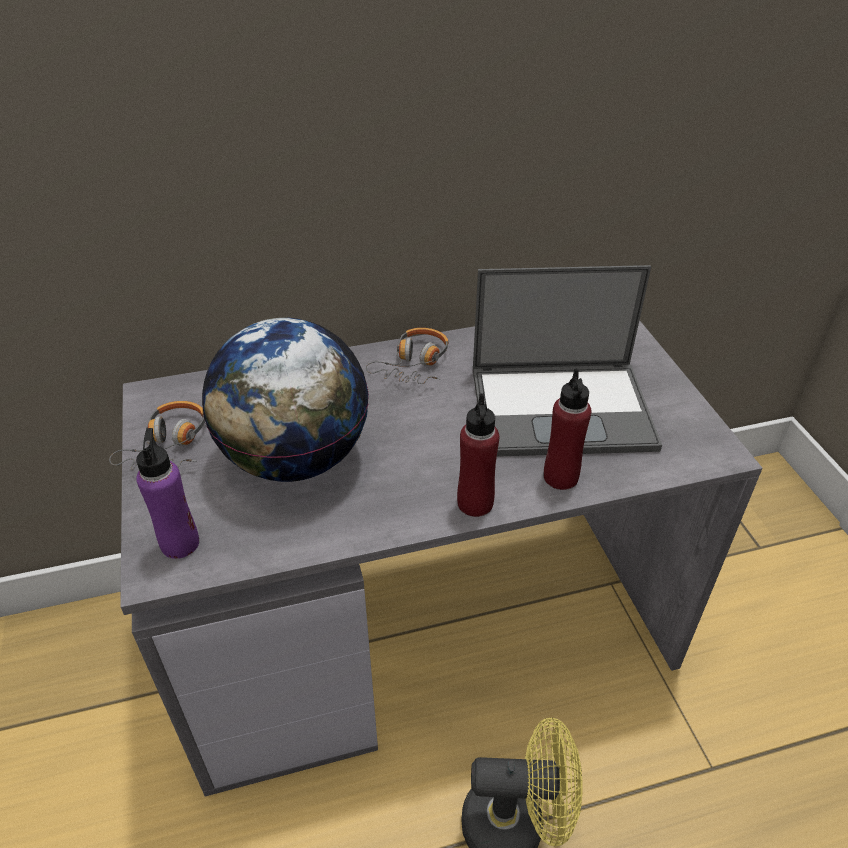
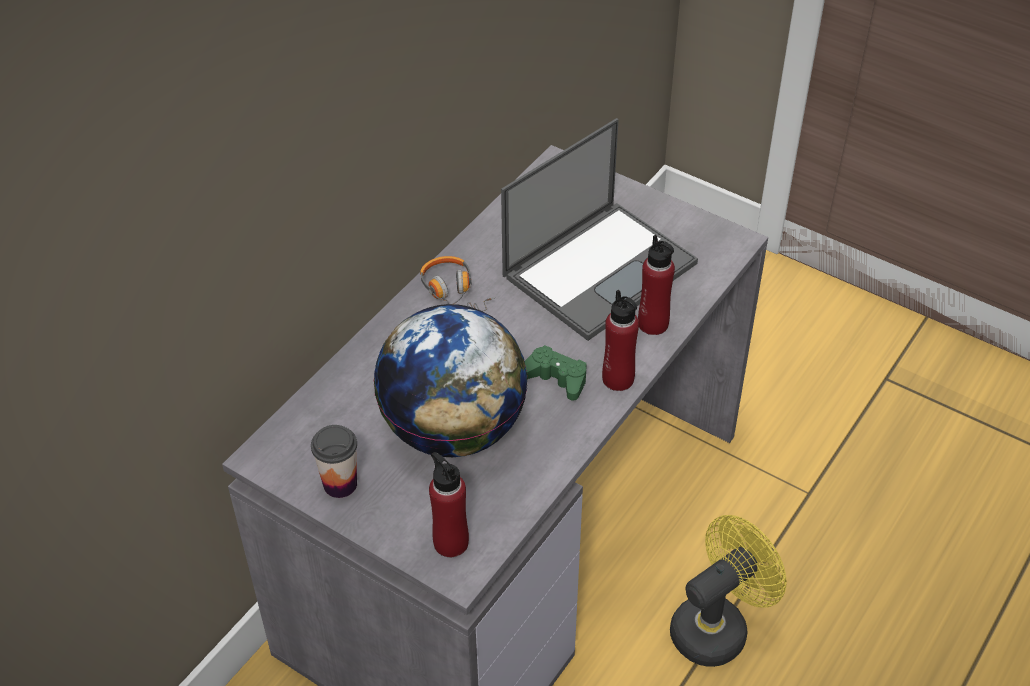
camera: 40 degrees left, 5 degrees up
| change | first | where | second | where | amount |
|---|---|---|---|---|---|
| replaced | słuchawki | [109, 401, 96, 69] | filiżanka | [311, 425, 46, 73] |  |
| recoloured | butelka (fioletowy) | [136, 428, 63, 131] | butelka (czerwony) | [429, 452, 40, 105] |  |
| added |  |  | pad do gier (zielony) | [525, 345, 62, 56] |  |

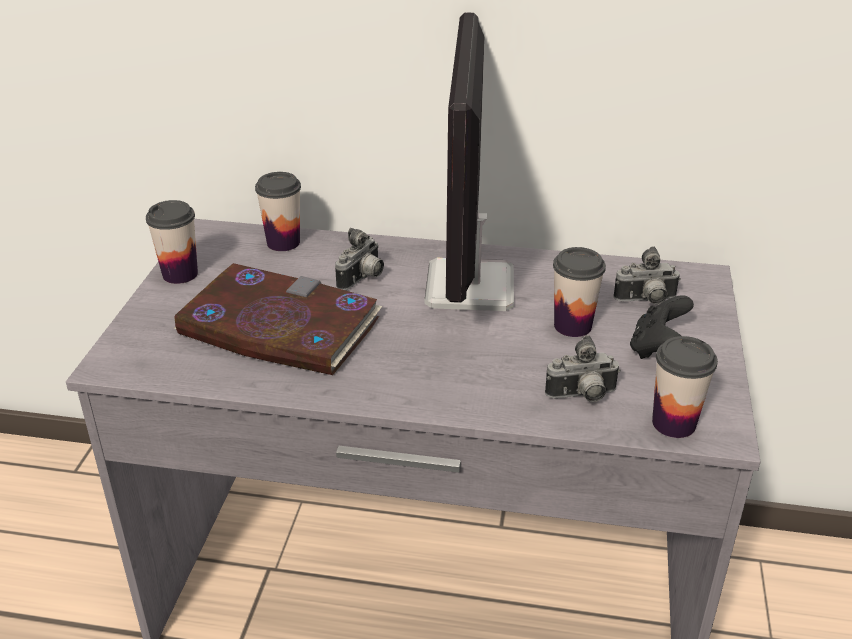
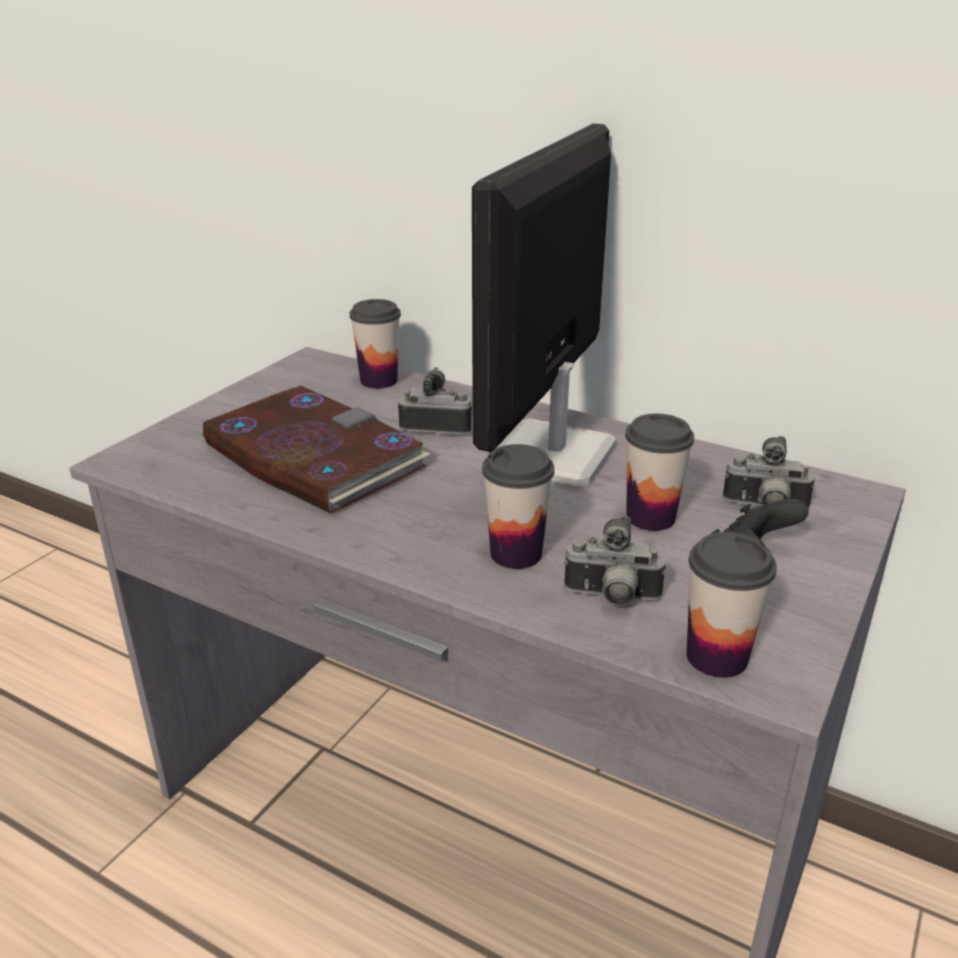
camera: 20 degrees right, 5 degrees down
| change | first | where | second | where | amount |
|---|---|---|---|---|---|
| turned | aparat fotograficzny | [335, 228, 49, 62] |  | [398, 367, 75, 68] | 135 degrees counterclockwise |
| moved | filiżanka | [146, 200, 52, 84] |  | [482, 444, 72, 125] |  |

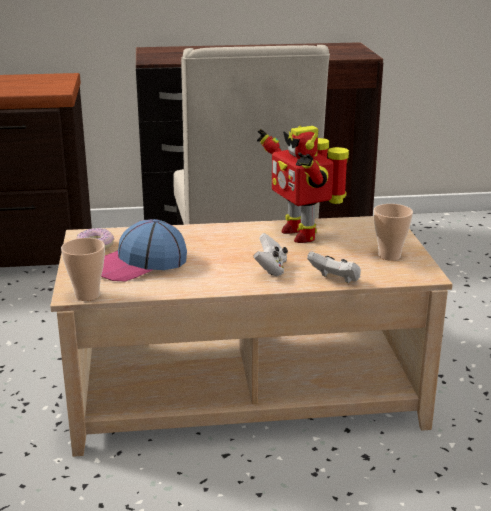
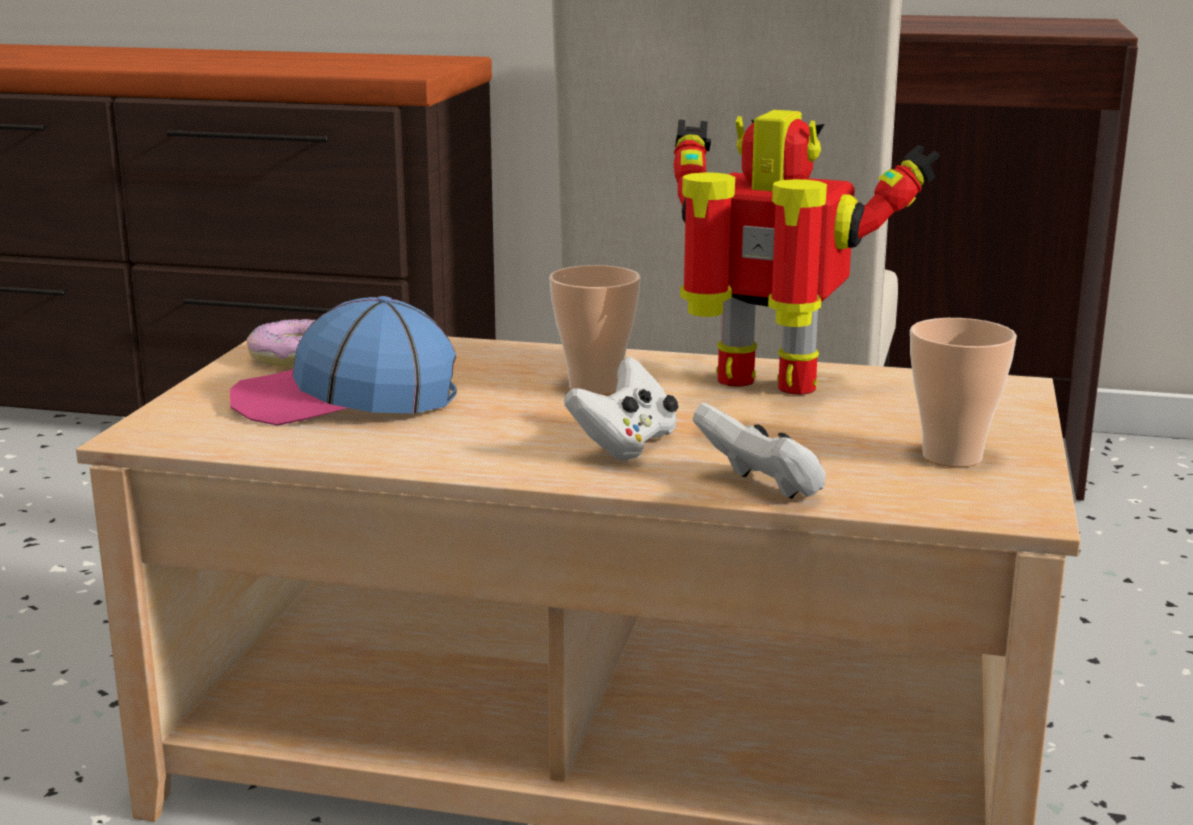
camera: 20 degrees right, 5 degrees down
| change | first | where | second | where | amount |
|---|---|---|---|---|---|
| moved | filiżanka | [61, 238, 44, 63] |  | [549, 265, 92, 130] |  |
| turned | robot zabawkowy | [257, 125, 92, 118] |  | [673, 110, 267, 285] | 120 degrees clockwise |

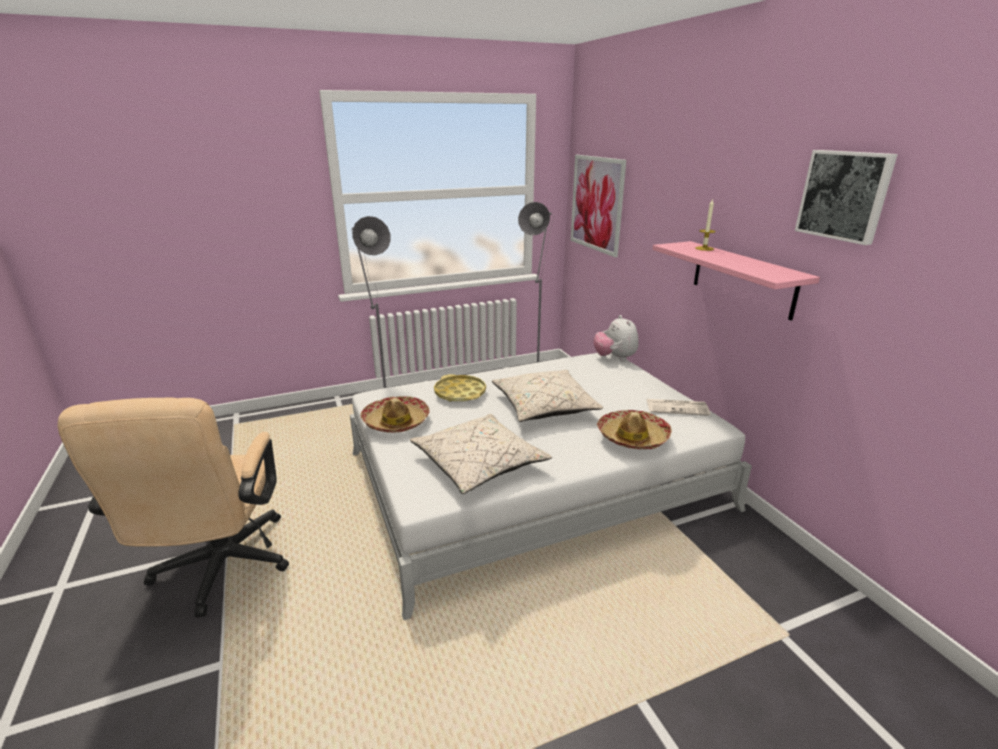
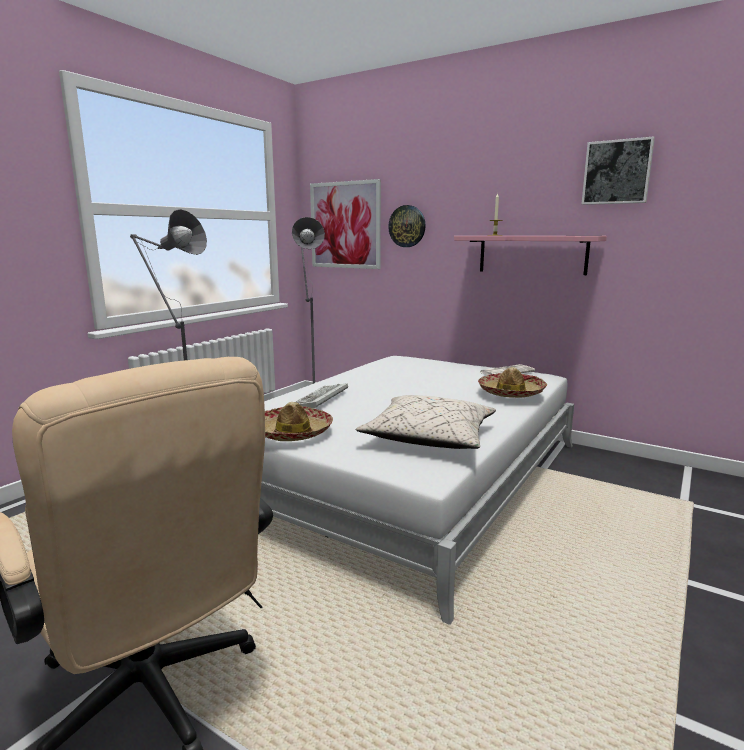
camera: 35 degrees left, 10 degrees down
| change | first | where | second | where | amount |
|---|---|---|---|---|---|
| replaced | taca (żółty) | [434, 374, 52, 28] | klawiatura | [296, 383, 52, 25] |  |
| added |  |  | zegar ścienny | [388, 205, 38, 42] |  |
| removed | poduszka (beżowy) | [492, 370, 111, 52] |  |  |  |
| removed | pluszak | [593, 315, 46, 46] |  |  |  |

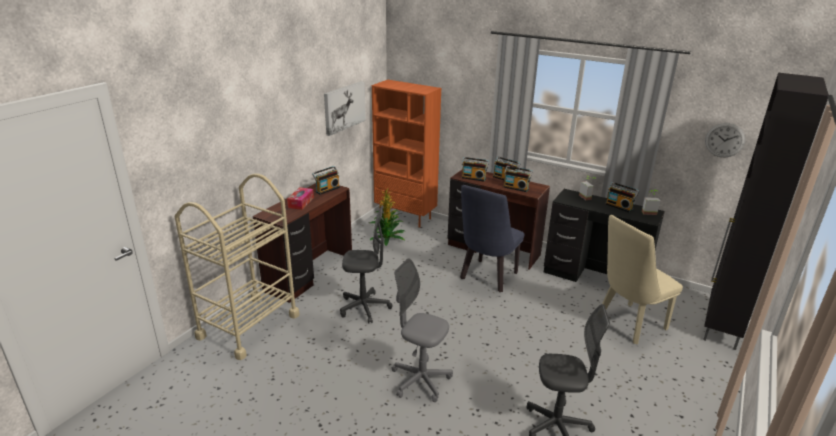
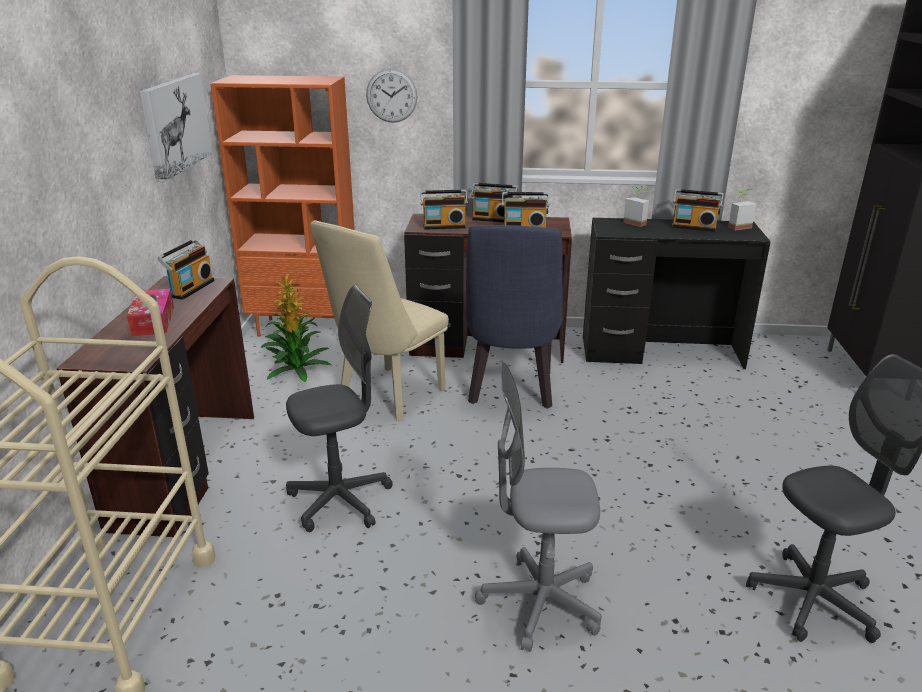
camera: 25 degrees left, 0 degrees up
| change | first | where | second | where | amount |
|---|---|---|---|---|---|
| moved | krzesło (beżowy) | [602, 215, 81, 129] |  | [311, 221, 138, 199] |  |
| moved | zegar ścienny | [705, 123, 40, 34] |  | [366, 69, 52, 54] |  |

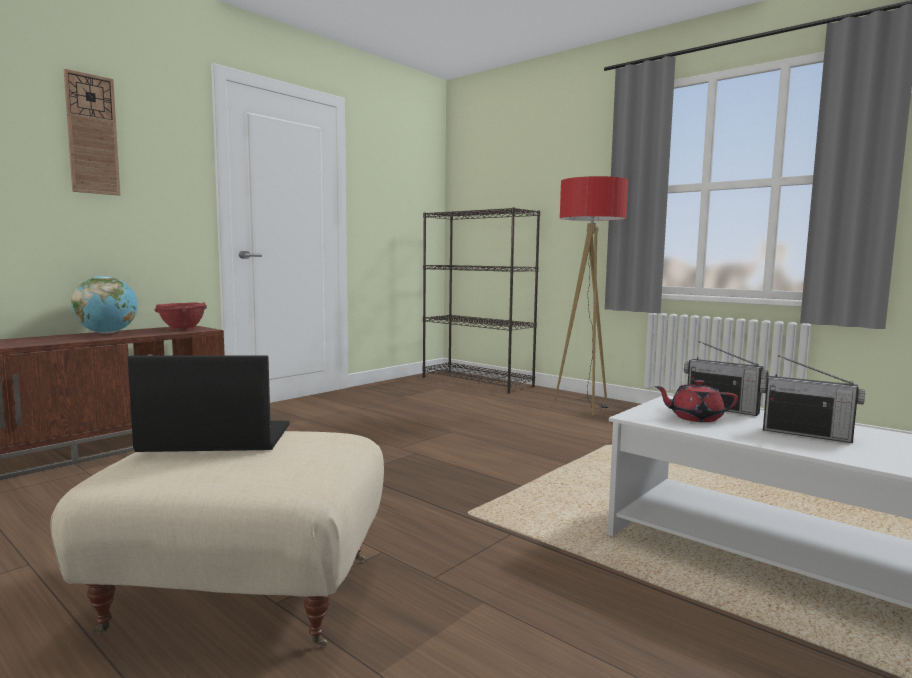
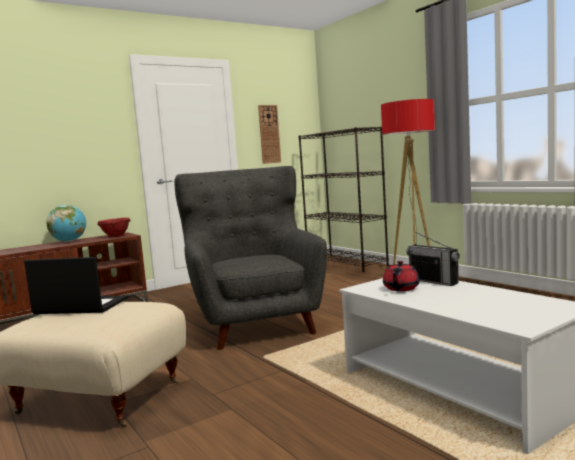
camera: 15 degrees right, 0 degrees up
| change | first | where | second | where | amount |
|---|---|---|---|---|---|
| added |  |  | fotel (szary) | [174, 166, 153, 184] |  |
| moved | zegar ścienny | [64, 69, 56, 126] |  | [258, 105, 23, 59] |  |
| turned | imbryk (czerwony) | [654, 380, 84, 42] |  | [383, 261, 37, 30] | 90 degrees counterclockwise |
| removed | radio | [760, 355, 105, 88] |  |  |  |

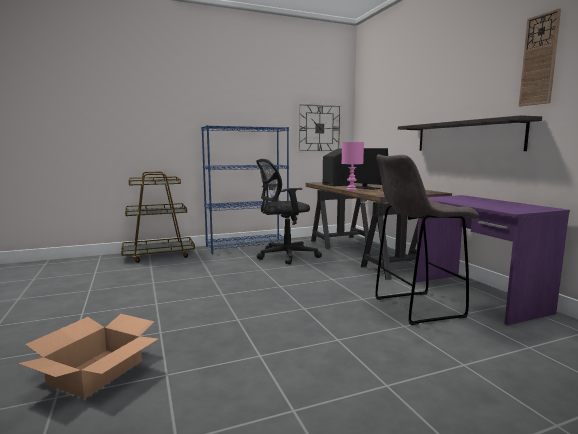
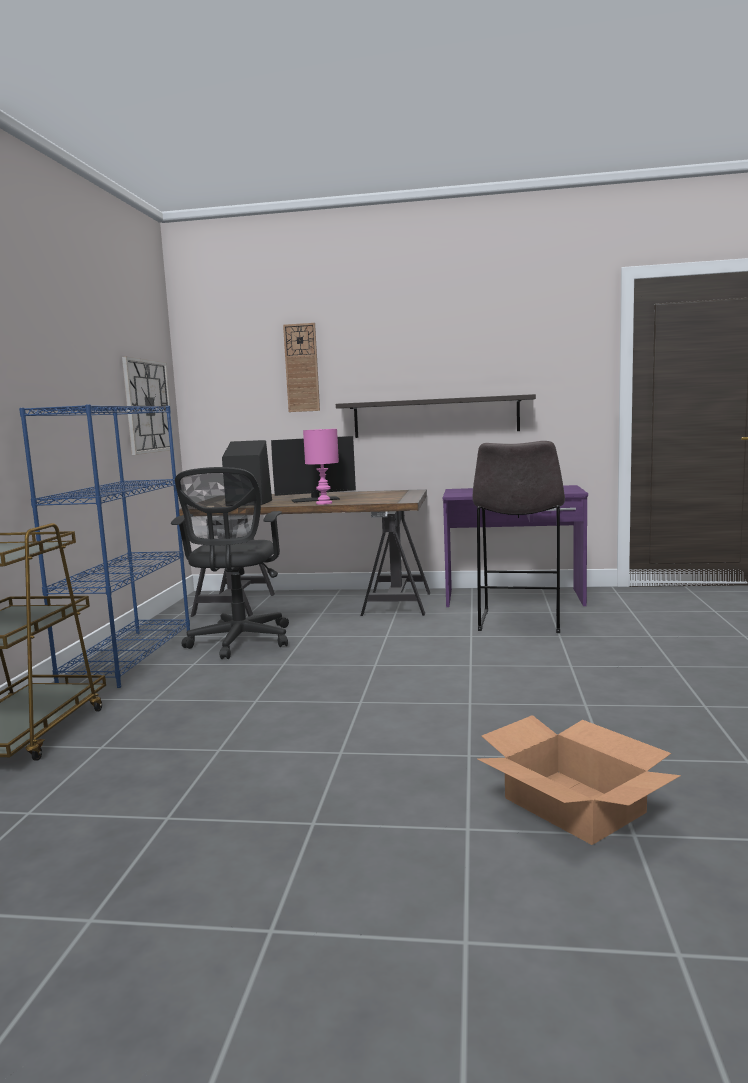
camera: 60 degrees left, 0 degrees up
| change | first | where | second | where | amount |
|---|---|---|---|---|---|
| moved | zegar ścienny | [519, 8, 42, 98] |  | [283, 323, 37, 89] |  |

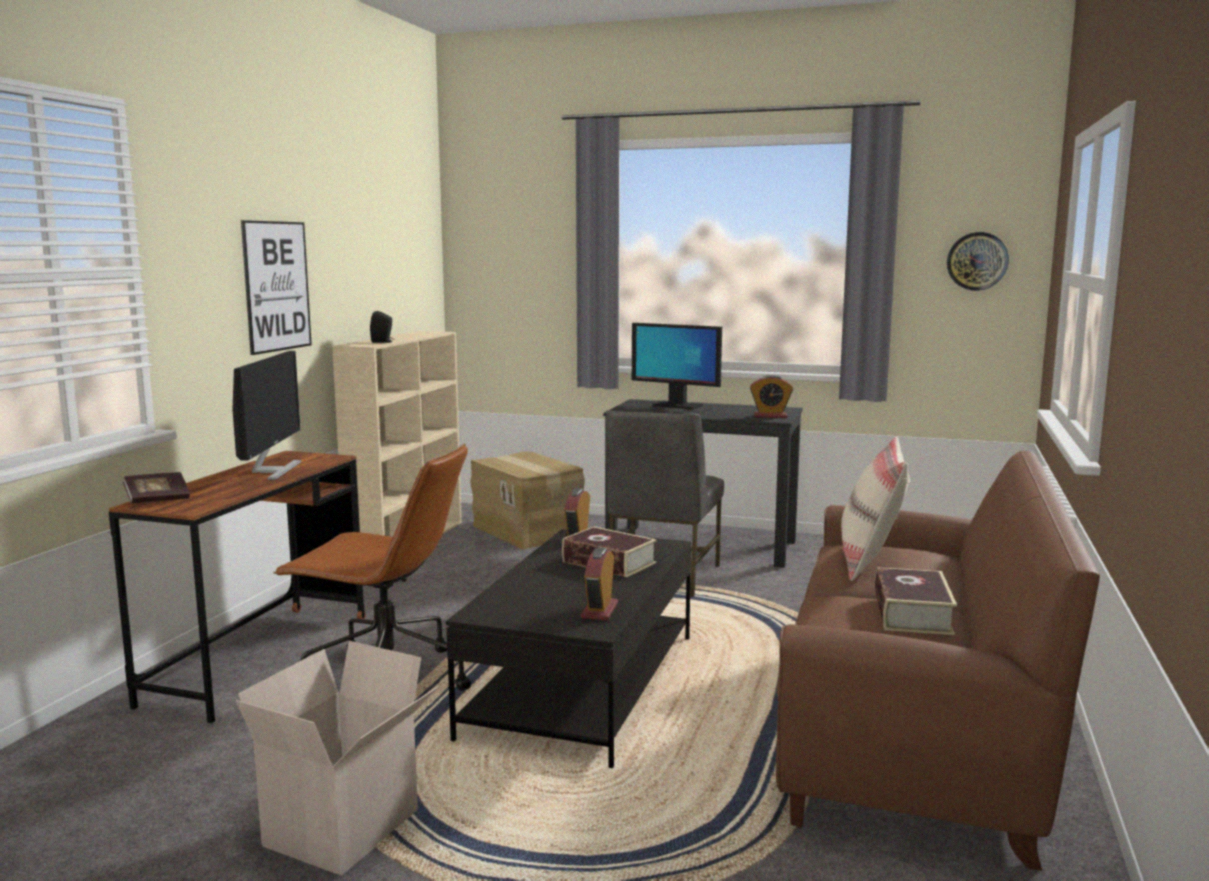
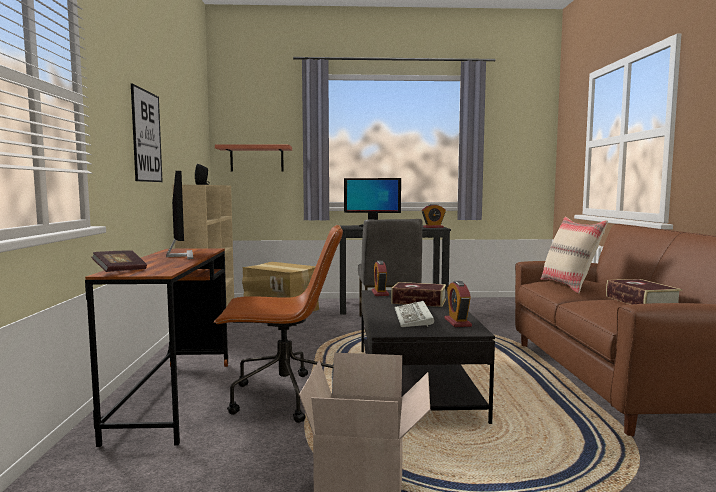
camera: 20 degrees left, 5 degrees down
| change | first | where | second | where | amount |
|---|---|---|---|---|---|
| added |  |  | półka | [215, 144, 77, 27] |  |
| added |  |  | klawiatura | [395, 301, 39, 26] |  |
| removed | zegar ścienny | [947, 232, 62, 59] |  |  |  |

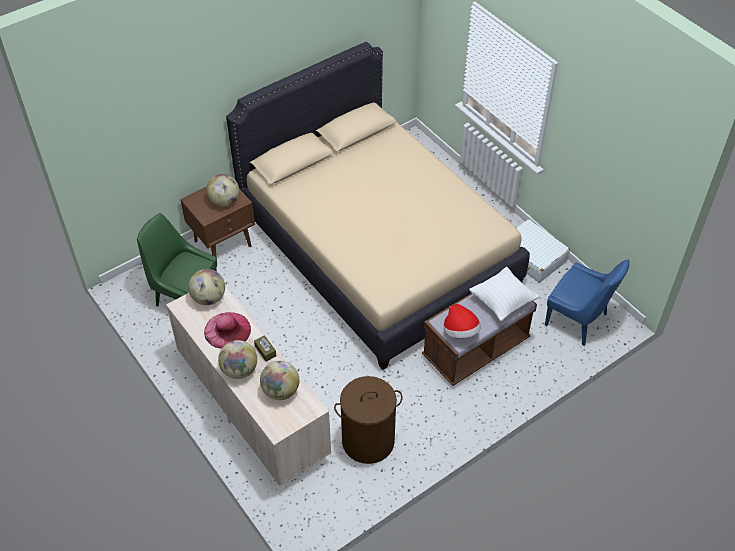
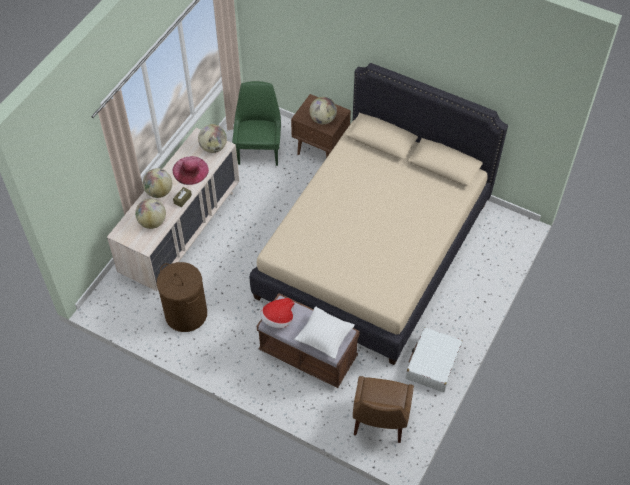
camera: 65 degrees right, 5 degrees up
| change | first | where | second | where | amount |
|---|---|---|---|---|---|
| recoloured | krzesło (niebieski) | [545, 259, 85, 87] | krzesło (brązowy) | [353, 376, 61, 67] |  |

